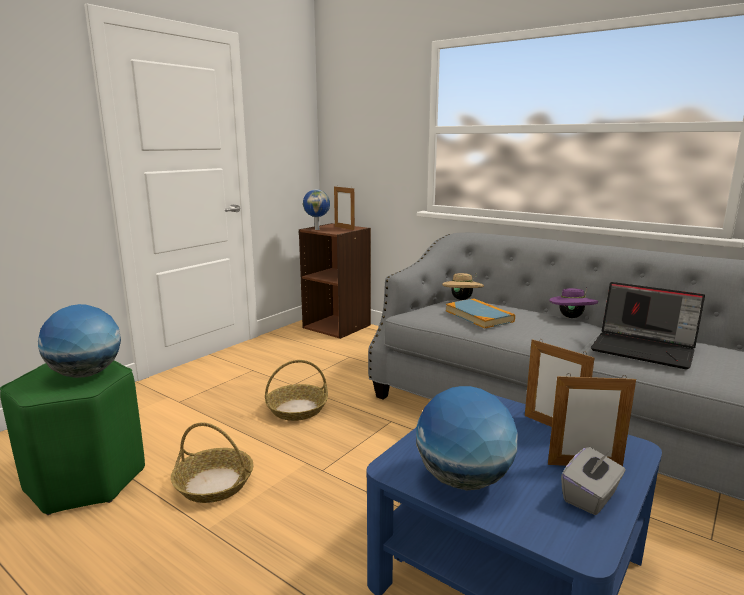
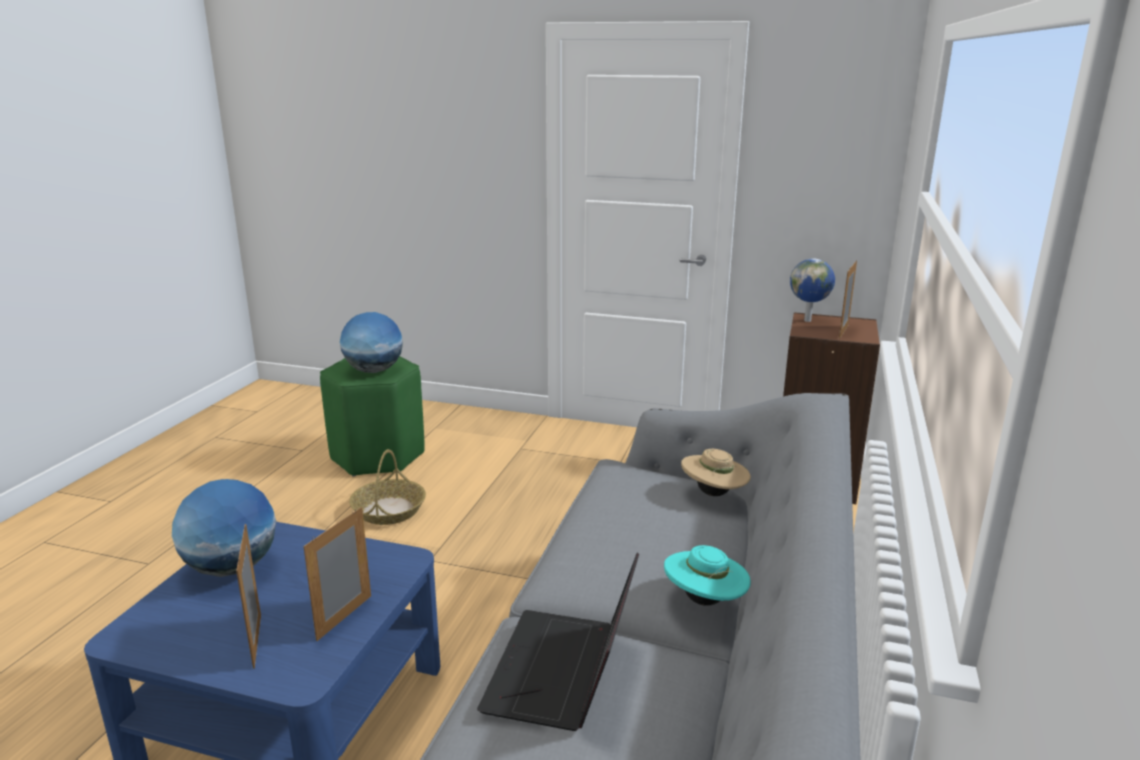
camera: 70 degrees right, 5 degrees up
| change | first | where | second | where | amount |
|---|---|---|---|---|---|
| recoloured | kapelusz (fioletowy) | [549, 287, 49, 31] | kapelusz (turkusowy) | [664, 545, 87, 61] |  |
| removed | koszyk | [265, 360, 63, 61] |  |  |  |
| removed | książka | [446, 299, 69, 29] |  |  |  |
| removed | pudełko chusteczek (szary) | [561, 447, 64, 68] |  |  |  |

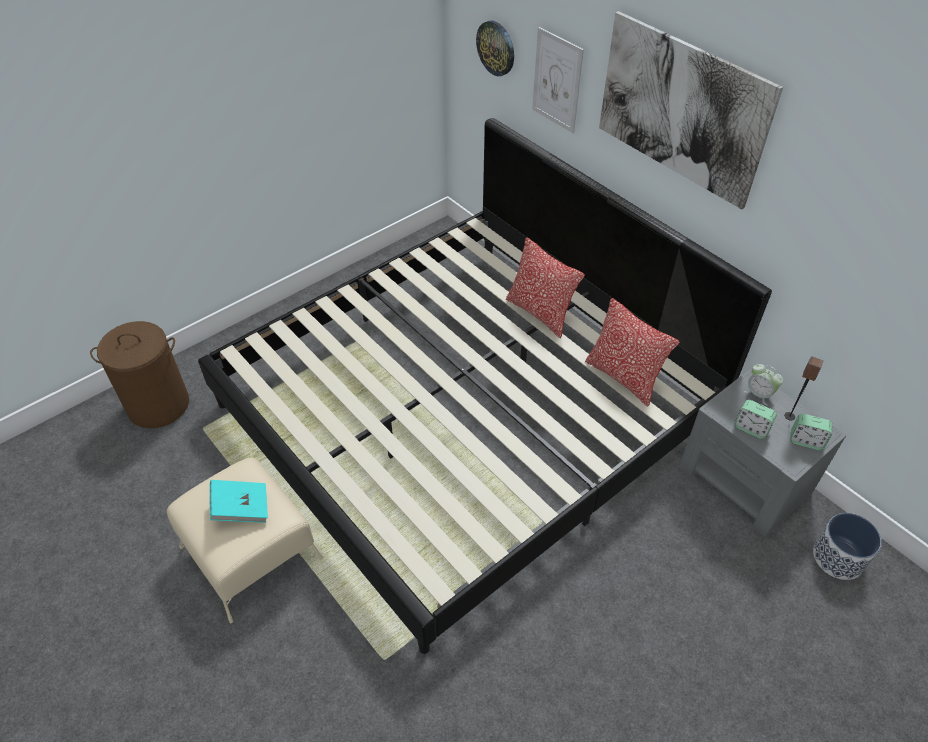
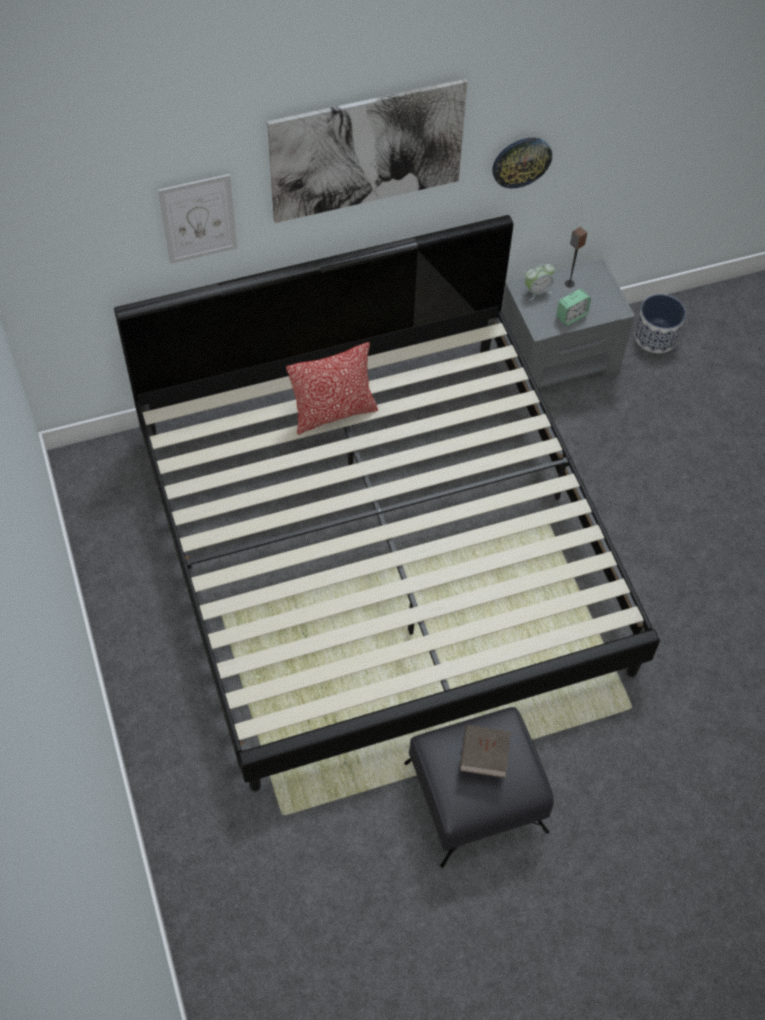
camera: 70 degrees left, 10 degrees up
| change | first | where | second | where | amount |
|---|---|---|---|---|---|
| recoloured | pufa (beżowy) | [167, 457, 156, 166] | pufa (czarny) | [404, 707, 150, 161] |  |
| recoloured | książka (turkusowy) | [209, 480, 59, 43] | książka (brązowy) | [460, 725, 51, 53] |  |
| moved | zegar ścienny | [476, 20, 38, 56] |  | [492, 138, 60, 51] |  |
| removed | kosz na pranie (brązowy) | [90, 321, 99, 107] |  |  |  |
| removed | poduszka | [585, 298, 95, 108] |  |  |  |
| removed | budzik | [790, 414, 42, 36] |  |  |  |

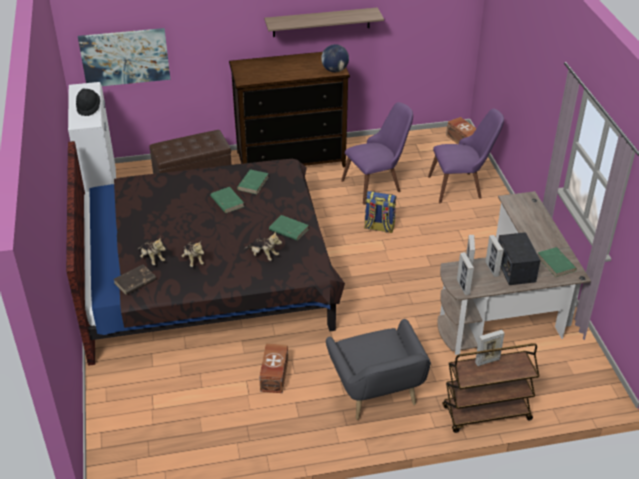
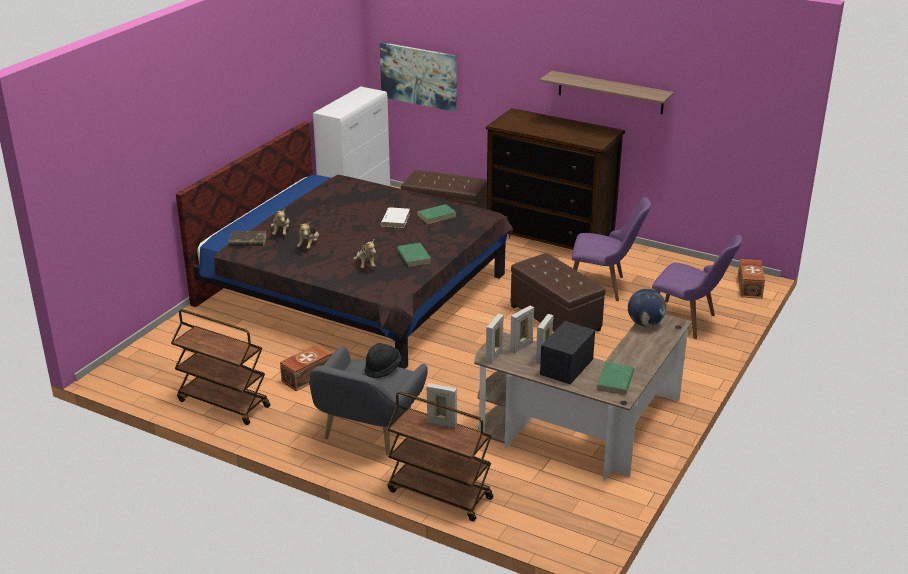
camera: 40 degrees right, 10 degrees down
| change | first | where | second | where | amount |
|---|---|---|---|---|---|
| added |  |  | wózek (brązowy) | [171, 309, 99, 116] |  |
| moved | kapelusz (czarny) | [76, 89, 24, 27] |  | [365, 343, 36, 36] |  |
| recoloured | książka (zielony) | [210, 187, 34, 26] | książka (biały) | [381, 207, 29, 21] |  |
| replaced | plecak | [364, 191, 33, 42] | pufa (brązowy) | [511, 253, 95, 79] |  |
| moved | globus | [321, 44, 28, 28] |  | [628, 289, 38, 38] |  |

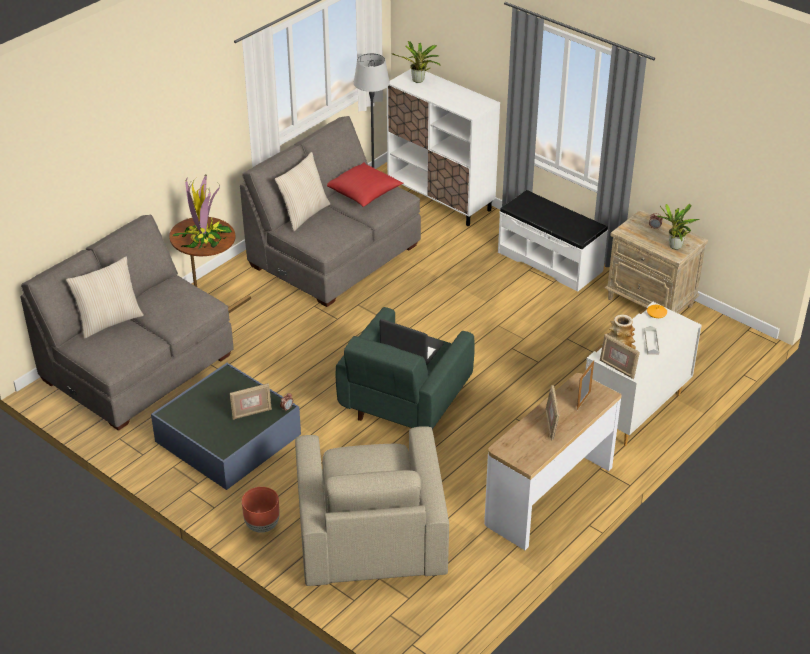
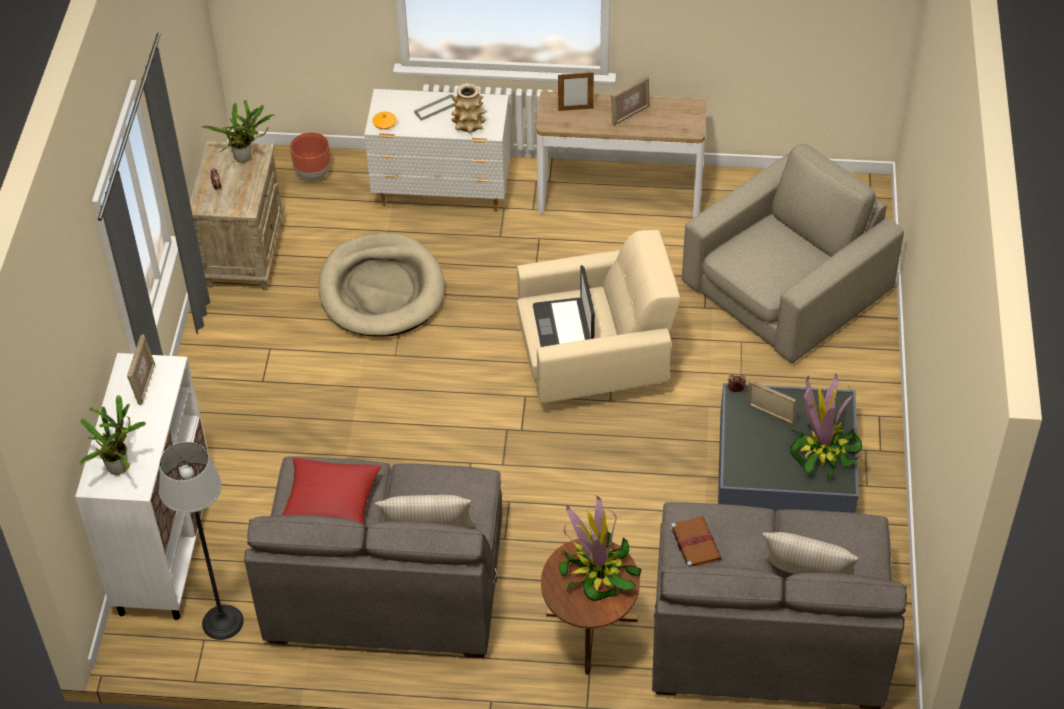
camera: 125 degrees left, 10 degrees up
| change | first | where | second | where | amount |
|---|---|---|---|---|---|
| moved | ramka na zdjęcie | [600, 334, 40, 45] |  | [127, 334, 28, 72] |  |
| moved | donica (brązowy) | [242, 487, 38, 46] |  | [290, 132, 41, 49] |  |
| added |  |  | legowisko (beżowy) | [318, 233, 127, 104] |  |
| recoloured | fotel (zielony) | [336, 307, 139, 122] | fotel (beżowy) | [517, 230, 163, 174] |  |
| added |  |  | książka (brązowy) | [671, 517, 50, 50] |  |
| added |  |  | roślina doniczkowa | [790, 373, 73, 106] |  |
| removed | ławka (biały) | [498, 190, 110, 102] |  |  |  |

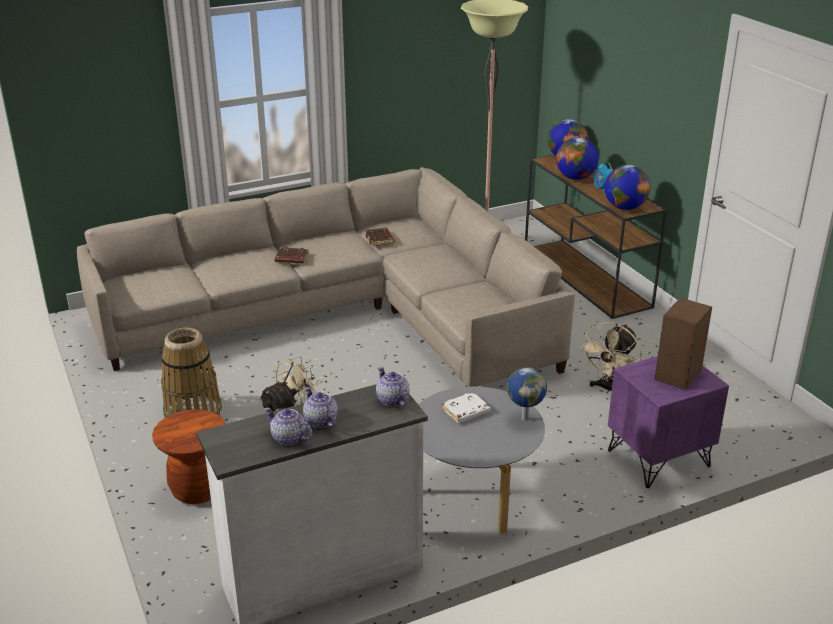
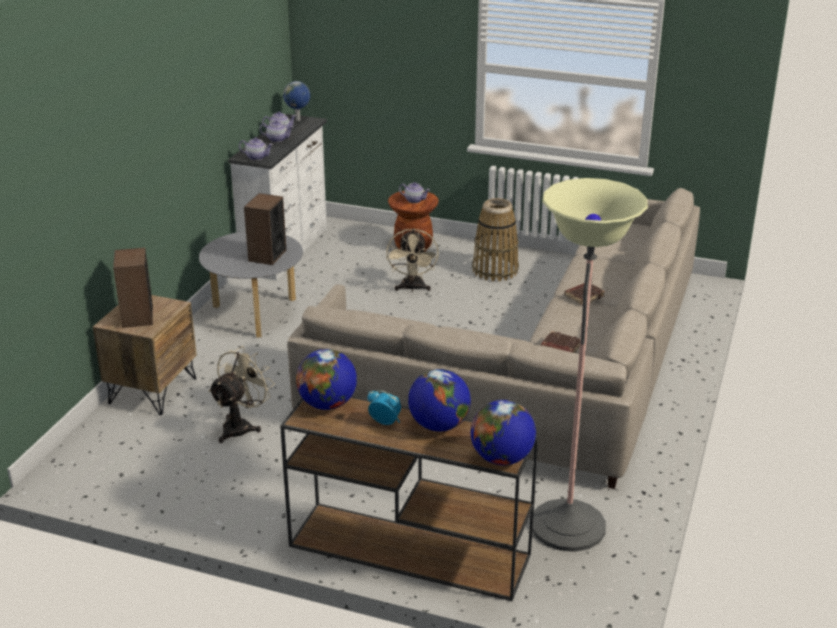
camera: 135 degrees right, 0 degrees up
| change | first | where | second | where | amount |
|---|---|---|---|---|---|
| recoloured | szafka nocna (fioletowy) | [608, 356, 121, 132] | szafka nocna (brązowy) | [93, 295, 104, 120] |  |
| turned | wentylator (beżowy) | [580, 322, 62, 71] |  | [208, 346, 67, 97] | 45 degrees clockwise |
| replaced | książka (biały) | [442, 392, 49, 31] | głośnik | [244, 193, 42, 72] |  |
| moved | globus | [507, 367, 40, 54] |  | [283, 81, 27, 40] |  |
| added |  |  | imbryk | [399, 182, 31, 21] |  |

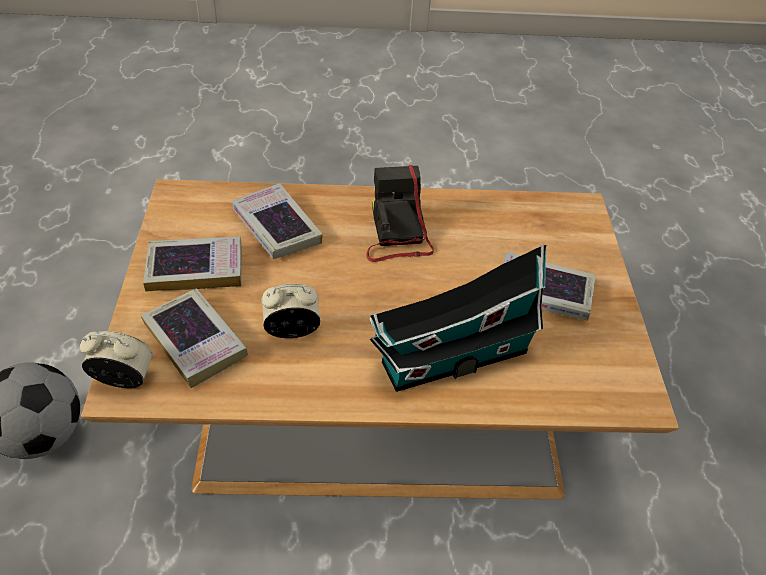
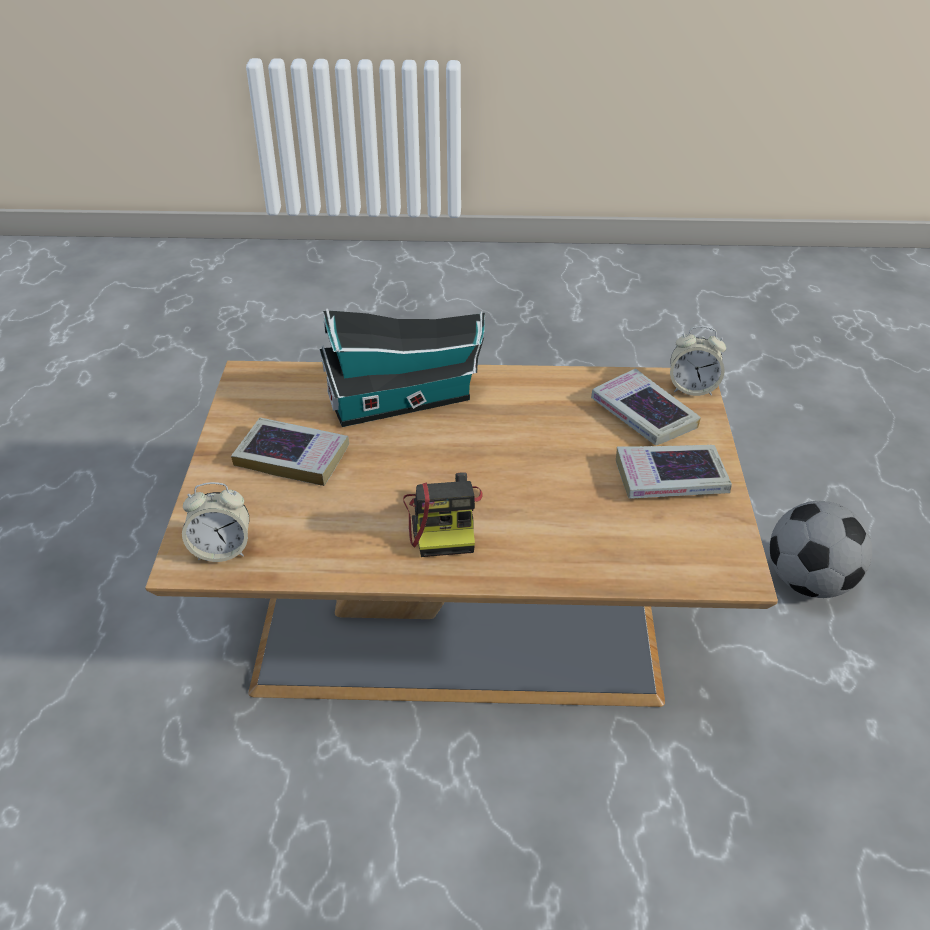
camera: 175 degrees left, 5 degrees down
| change | first | where | second | where | amount |
|---|---|---|---|---|---|
| moved | budzik | [261, 284, 59, 54] |  | [182, 482, 67, 80] |  |
| removed | książka | [232, 183, 91, 76] |  |  |  |

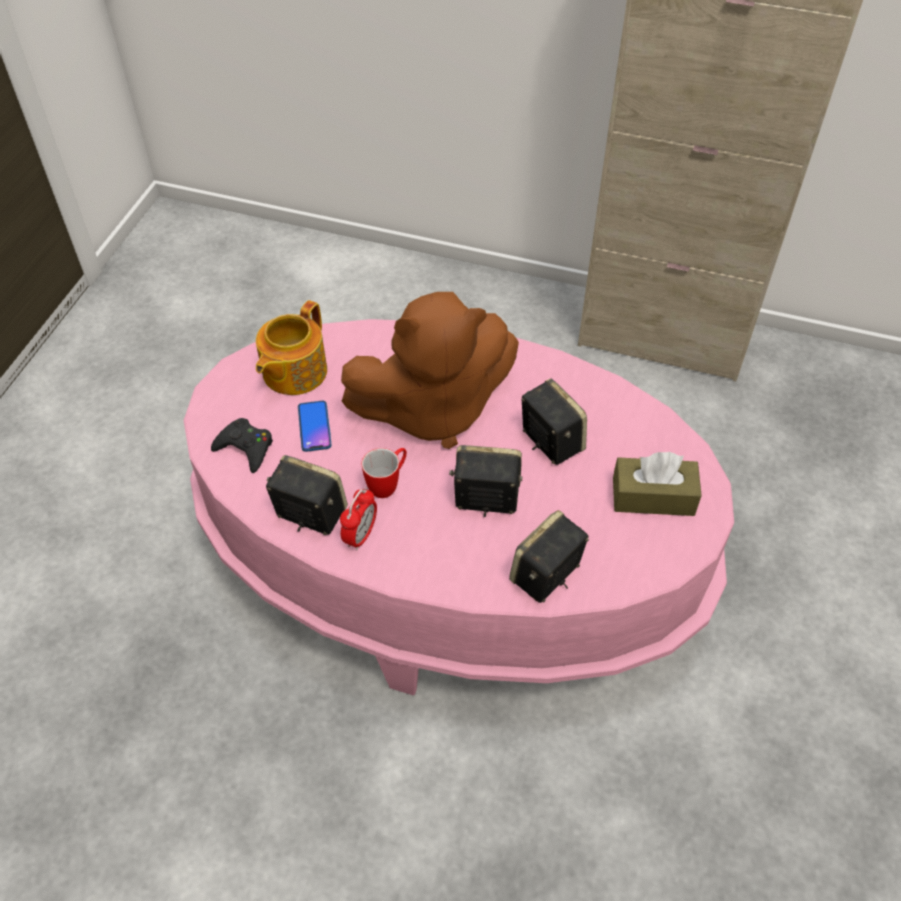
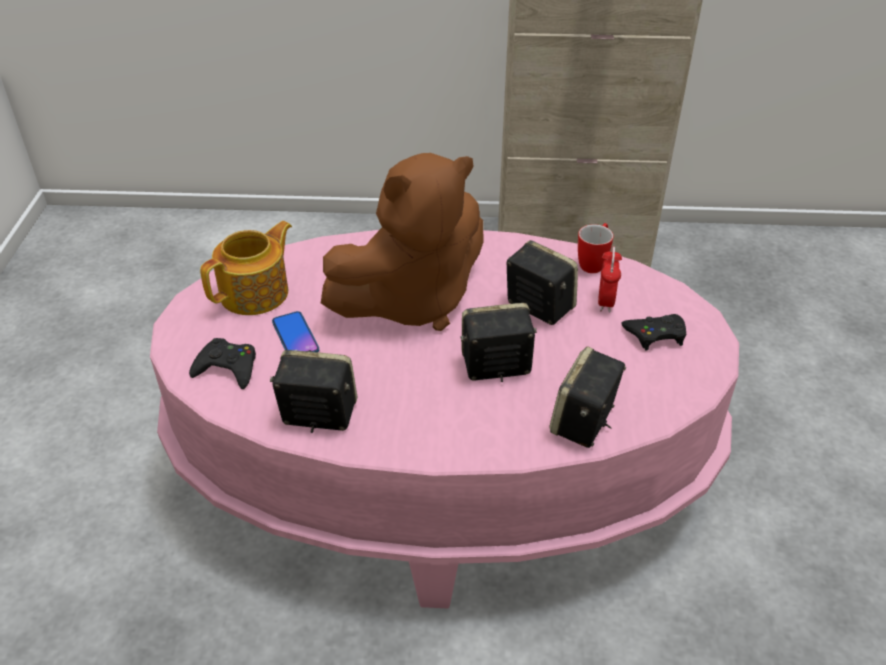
camera: 15 degrees left, 10 degrees down
| change | first | where | second | where | amount |
|---|---|---|---|---|---|
| turned | imbryk | [256, 300, 71, 95] |  | [200, 221, 92, 94] | 150 degrees counterclockwise |
| moved | kubek | [362, 448, 45, 50] |  | [578, 223, 36, 50] |  |
| moved | budzik | [340, 487, 37, 63] |  | [598, 247, 24, 65] |  |
| replaced | pudełko chusteczek (brązowy) | [613, 452, 89, 64] | pad do gier (czarny) | [621, 314, 65, 37] |  |

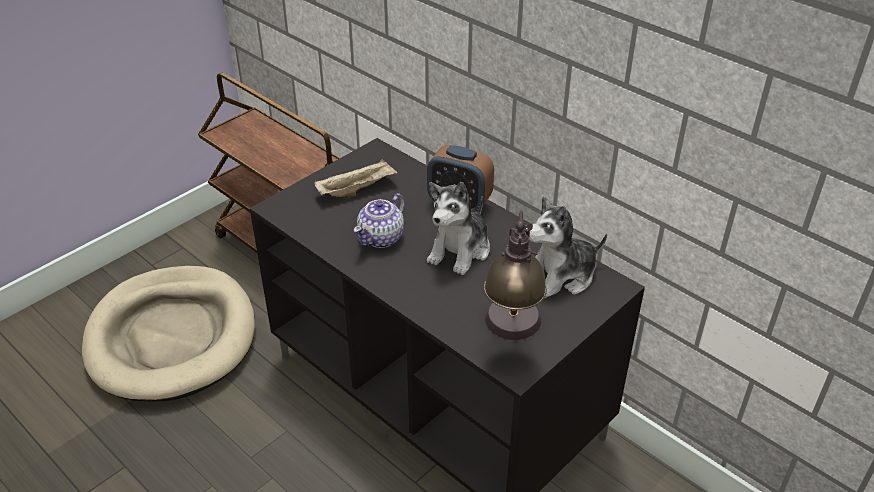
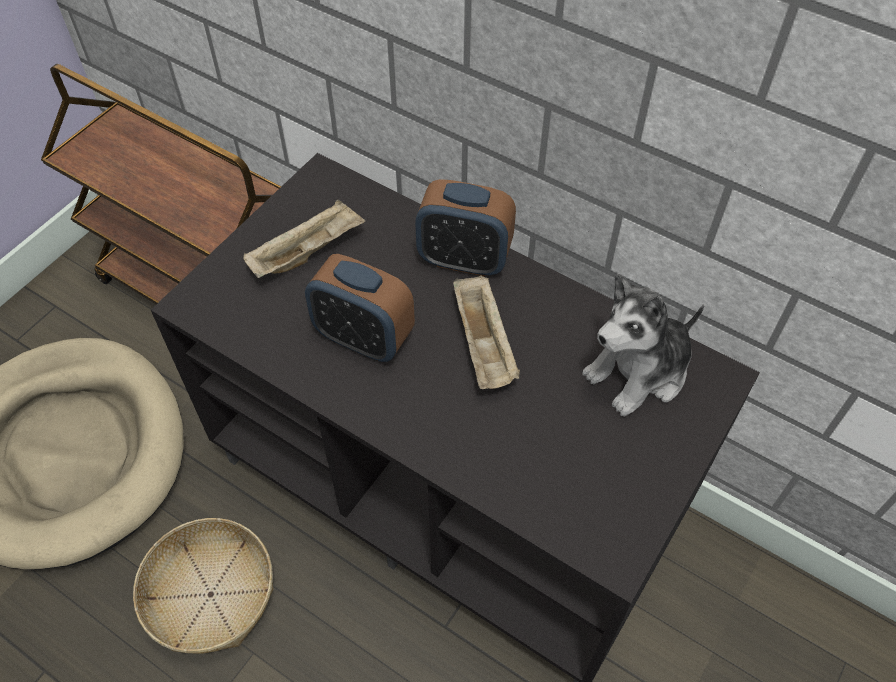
camera: 10 degrees left, 15 degrees up
| change | first | where | second | where | amount |
|---|---|---|---|---|---|
| added |  |  | koszyk | [133, 518, 140, 136] |  |
| replaced | imbryk | [354, 194, 51, 54] | budzik | [305, 254, 110, 108] |  |
| replaced | pluszak | [427, 182, 63, 93] | taca (beżowy) | [453, 275, 67, 114] |  |
| removed | lampa stołowa | [483, 211, 64, 129] |  |  |  |

